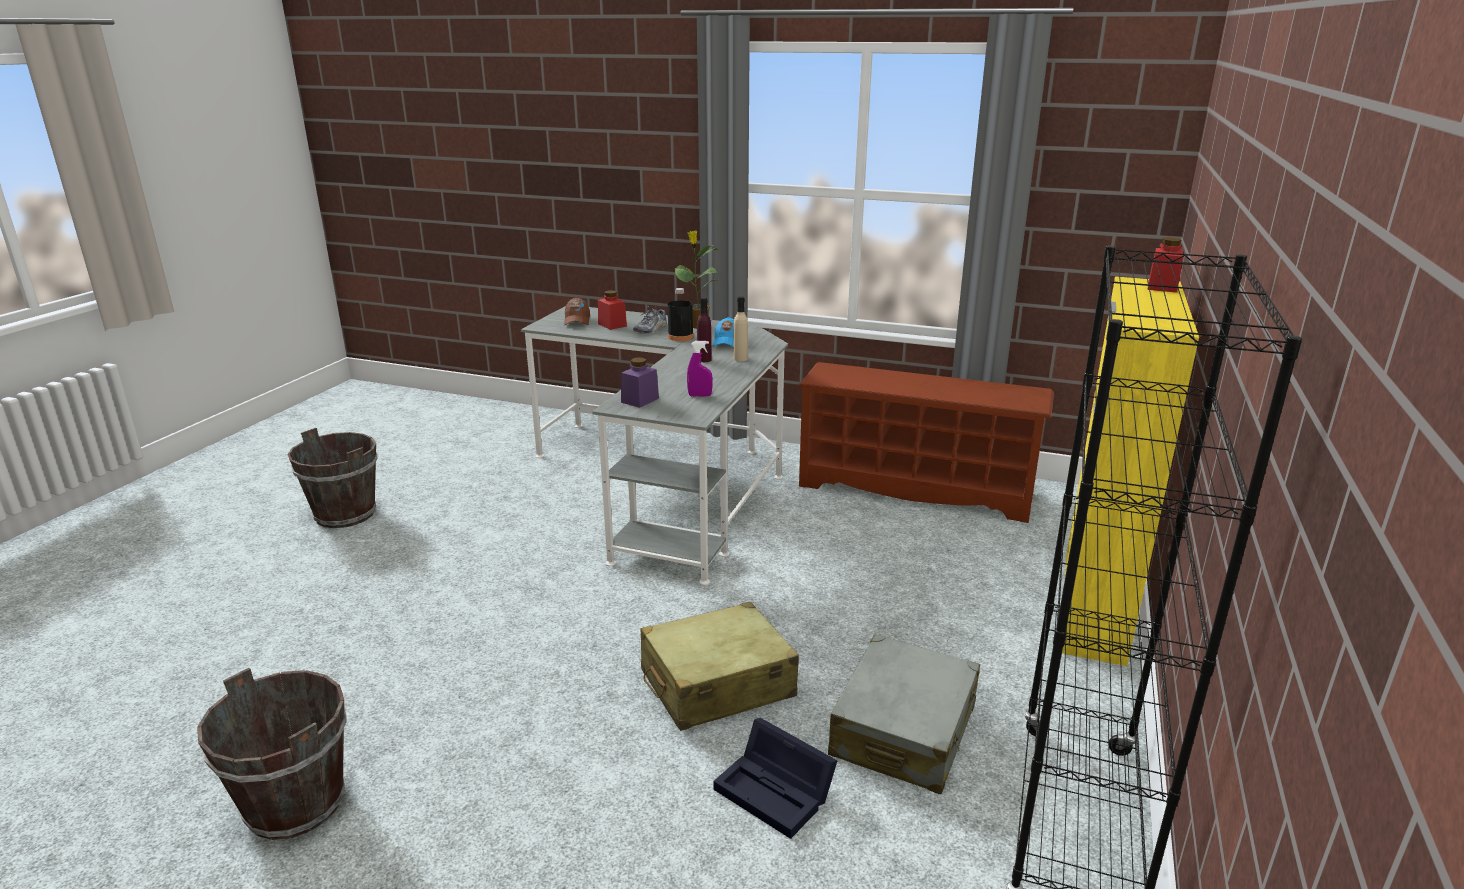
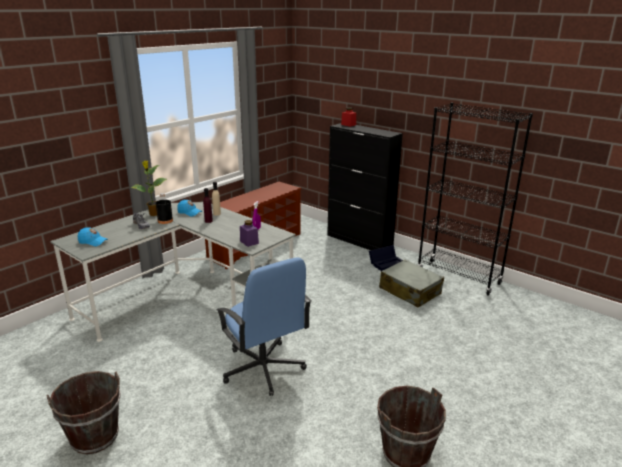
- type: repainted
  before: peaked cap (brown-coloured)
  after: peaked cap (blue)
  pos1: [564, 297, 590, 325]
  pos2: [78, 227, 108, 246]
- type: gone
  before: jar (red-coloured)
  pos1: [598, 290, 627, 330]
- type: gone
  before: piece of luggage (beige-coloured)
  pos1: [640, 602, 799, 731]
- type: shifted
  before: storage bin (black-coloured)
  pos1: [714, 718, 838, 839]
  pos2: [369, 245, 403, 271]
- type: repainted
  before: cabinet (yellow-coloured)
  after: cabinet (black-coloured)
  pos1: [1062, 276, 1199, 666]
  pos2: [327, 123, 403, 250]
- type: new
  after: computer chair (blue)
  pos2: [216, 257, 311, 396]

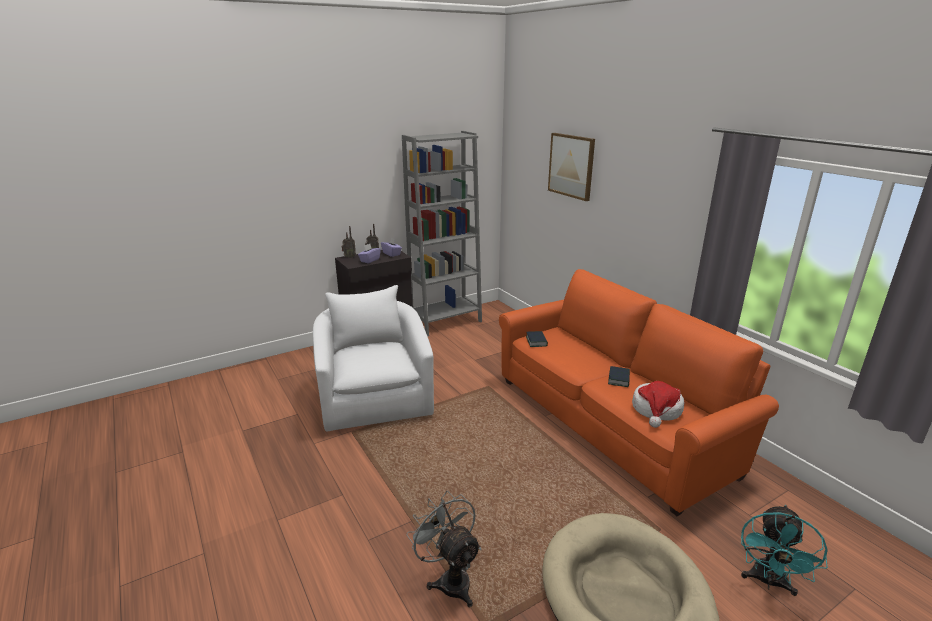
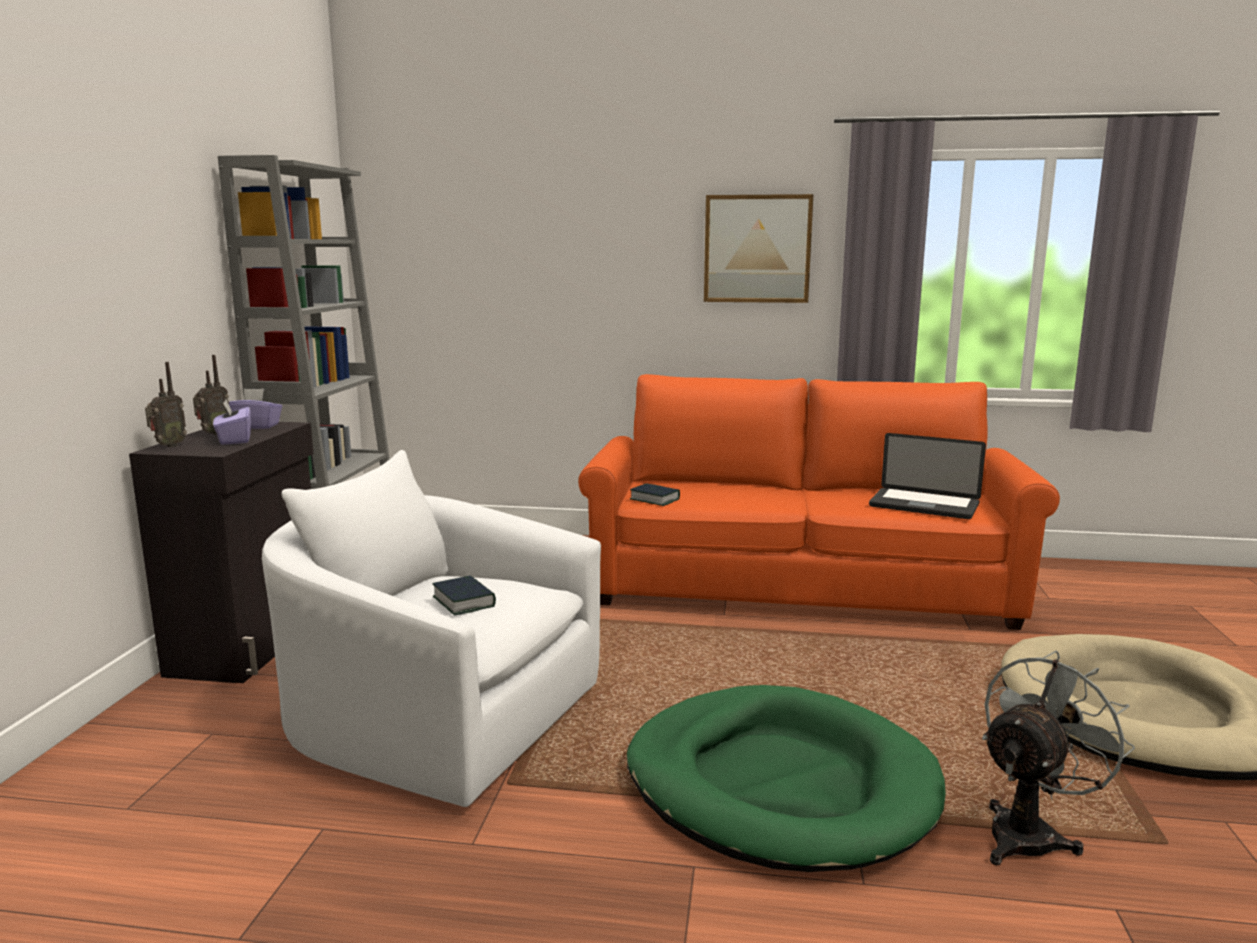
- type: rotated
  before: electric fan (greyish)
  pos1: [406, 491, 481, 608]
  pos2: [982, 651, 1135, 865]
  turn: 135
- type: shifted
  before: wall art
  pos1: [548, 133, 595, 201]
  pos2: [704, 194, 813, 303]
- type: shifted
  before: book
  pos1: [608, 366, 630, 387]
  pos2: [433, 575, 496, 616]
- type: swapped
  before: hat
  after: portable computer
  pos1: [632, 381, 684, 428]
  pos2: [869, 433, 986, 519]
- type: gone
  before: electric fan (turquoise-coloured)
  pos1: [741, 505, 828, 596]
- type: new
  after: pet bed (green)
  pos2: [627, 685, 946, 872]

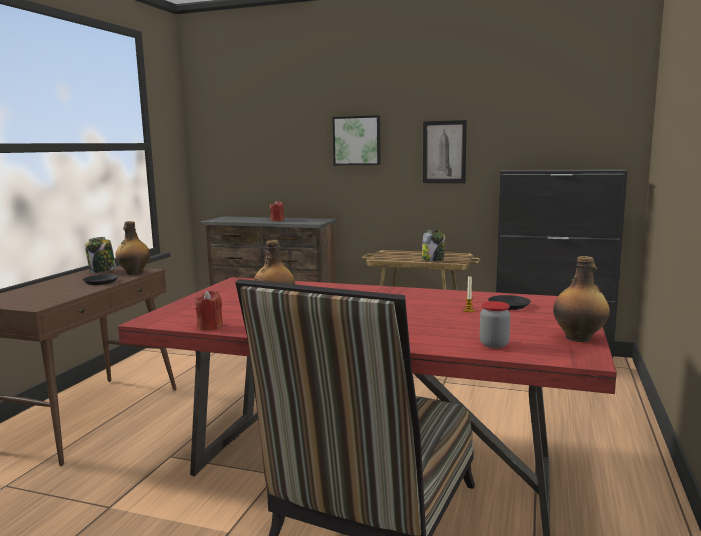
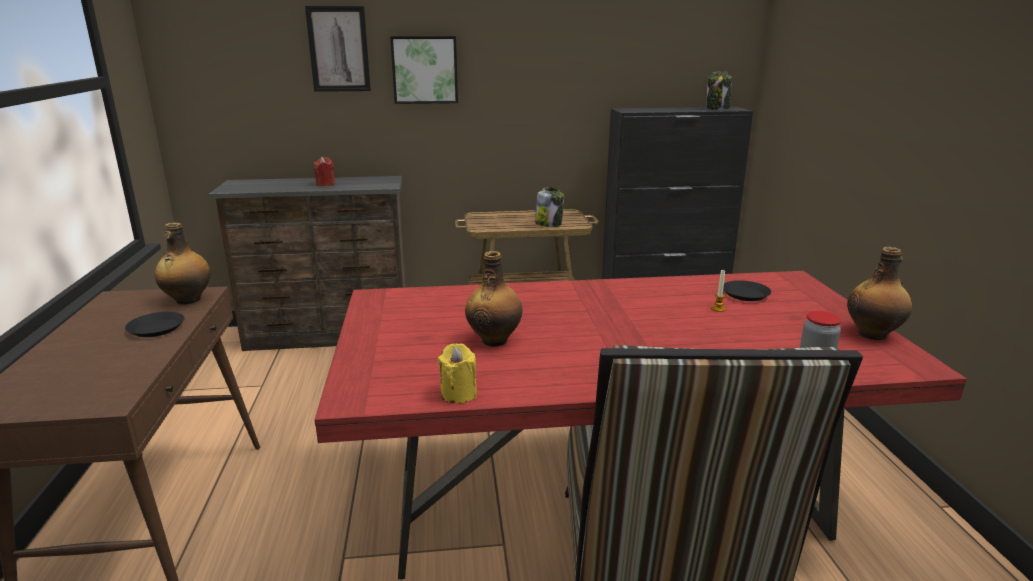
- type: shifted
  before: jar
  pos1: [85, 237, 116, 273]
  pos2: [706, 71, 732, 110]
- type: repainted
  before: candle (red-coloured)
  after: candle (yellow-coloured)
  pos1: [195, 290, 223, 330]
  pos2: [438, 343, 477, 404]
- type: shifted
  before: wall art
  pos1: [423, 120, 467, 183]
  pos2: [305, 6, 371, 92]

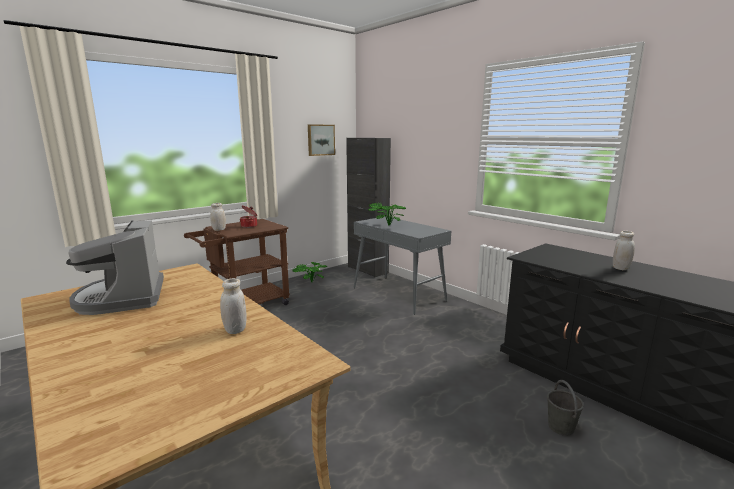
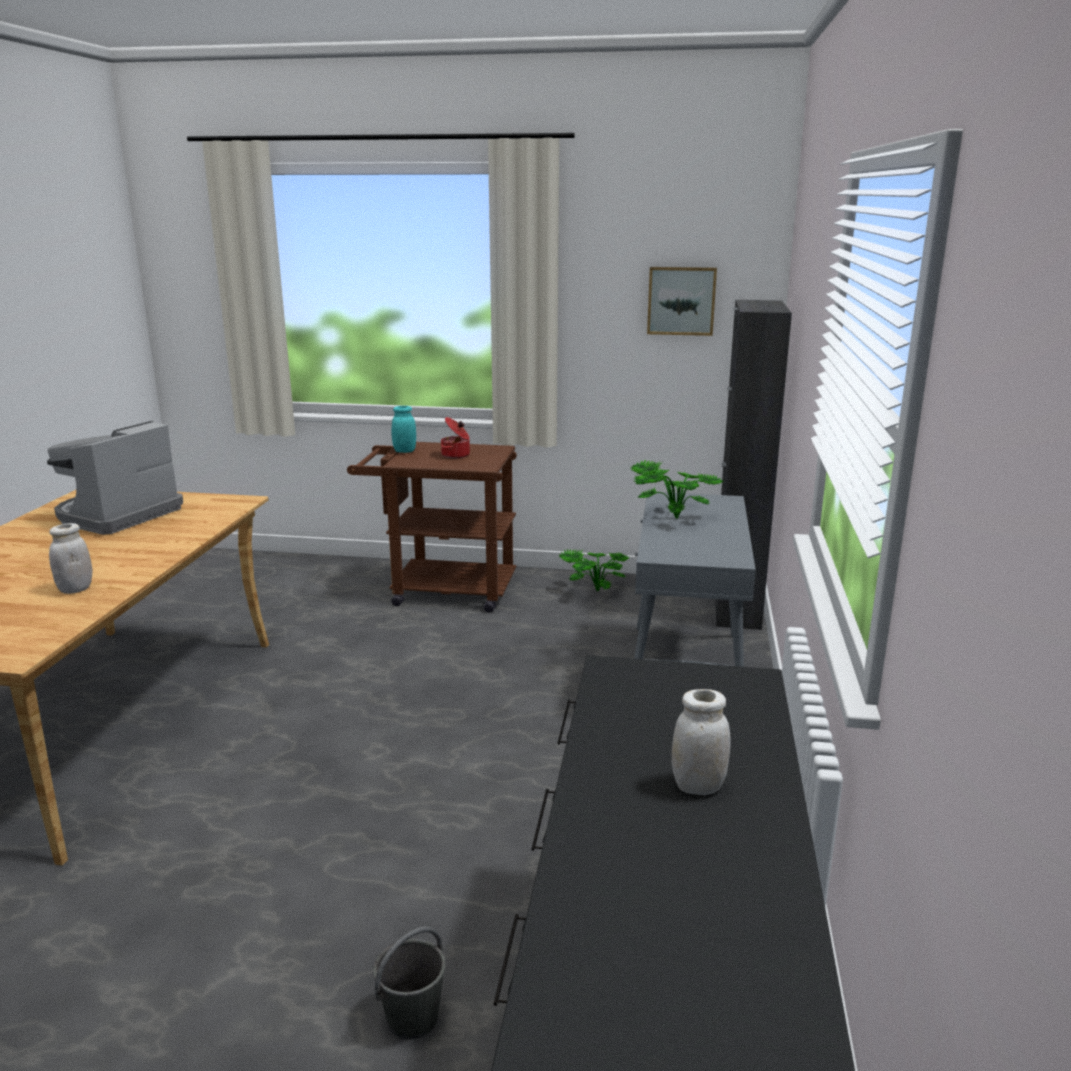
- type: repainted
  before: jar (white-coloured)
  after: jar (turquoise-coloured)
  pos1: [210, 203, 226, 231]
  pos2: [392, 406, 416, 453]

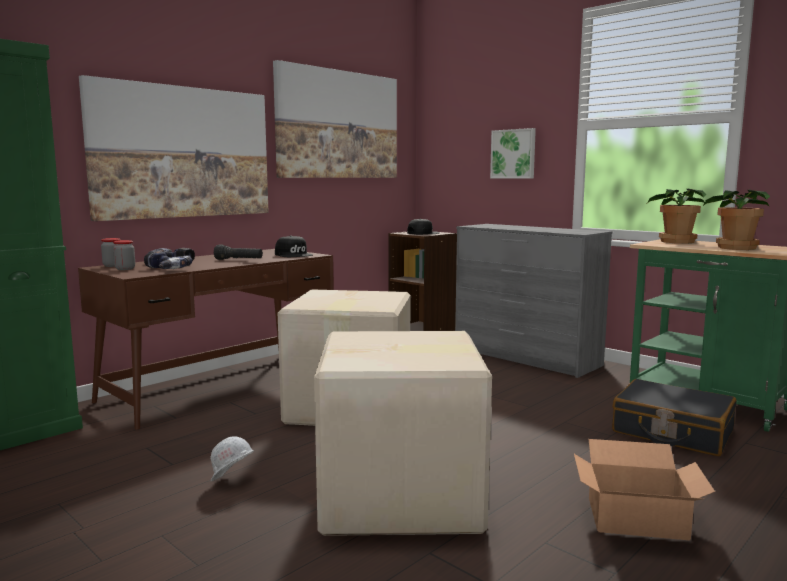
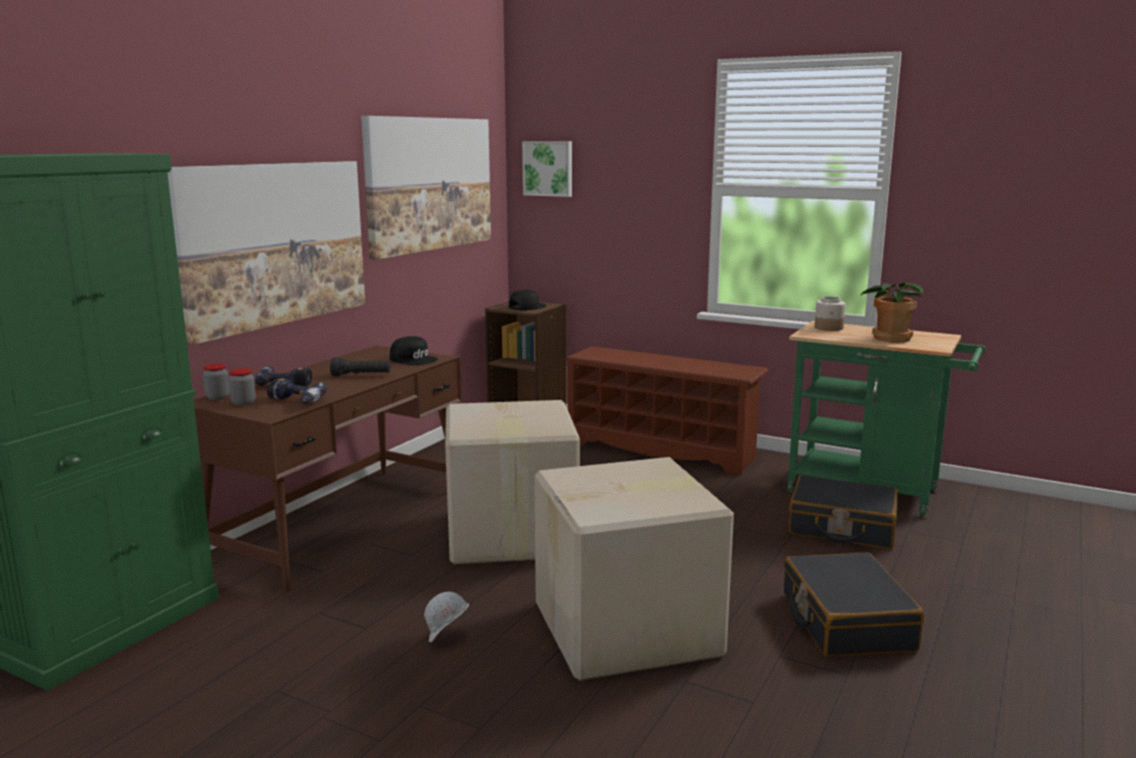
- type: swapped
  before: drawer chest (greyish)
  after: shoe rack (brown-coloured)
  pos1: [455, 224, 612, 378]
  pos2: [564, 346, 769, 476]
- type: shifted
  before: wall art
  pos1: [490, 128, 536, 178]
  pos2: [522, 141, 572, 197]
- type: swapped
  before: packing box
  after: piece of luggage (black-coloured)
  pos1: [574, 439, 715, 540]
  pos2: [784, 553, 924, 657]
- type: swapped
  before: houseplant
  after: jar
  pos1: [647, 188, 706, 244]
  pos2: [815, 296, 845, 331]

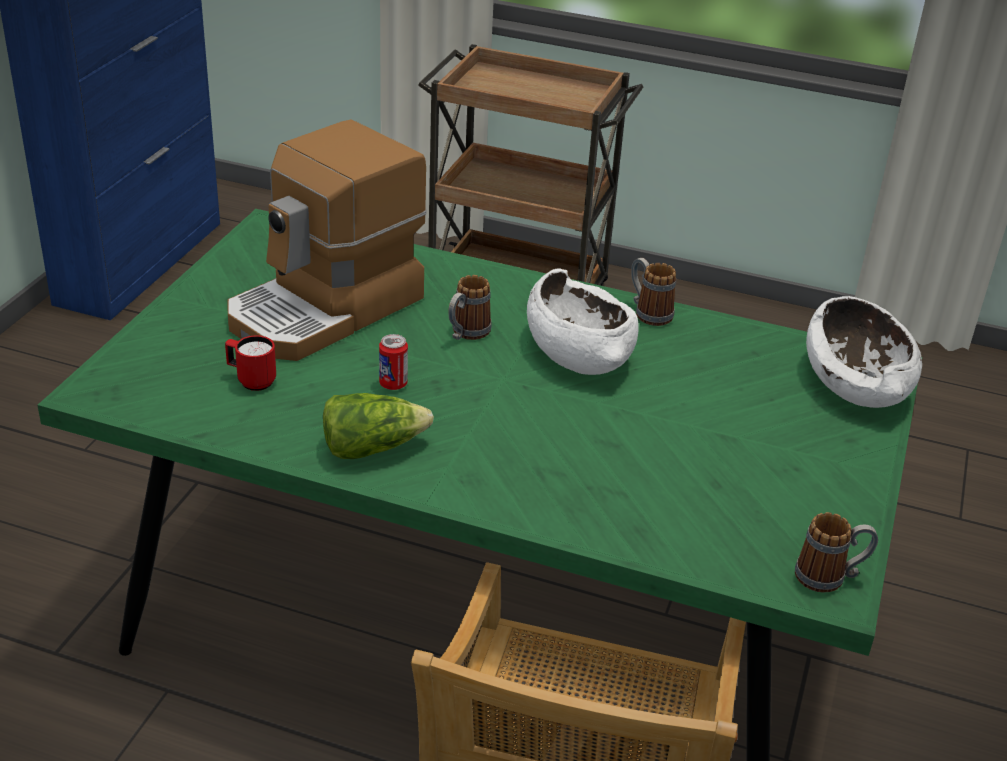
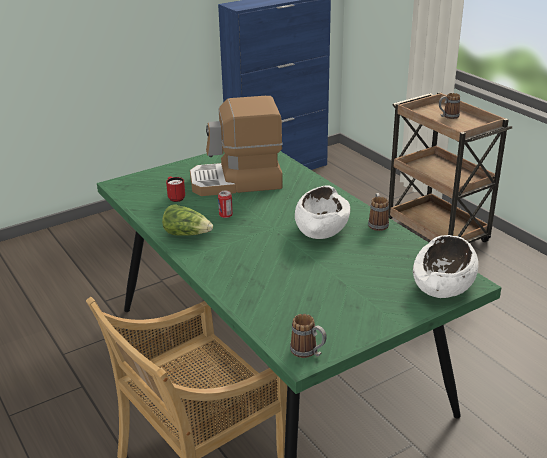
- type: shifted
  before: coffee mug
  pos1: [448, 275, 492, 340]
  pos2: [439, 93, 460, 119]

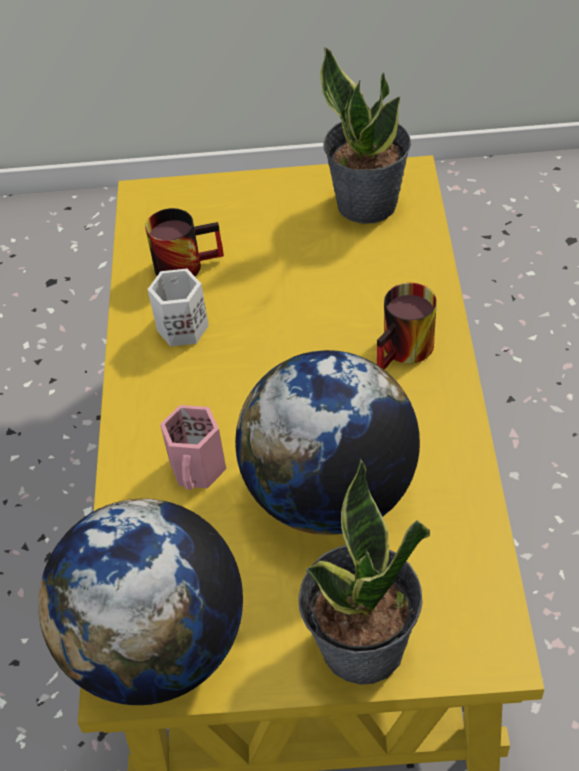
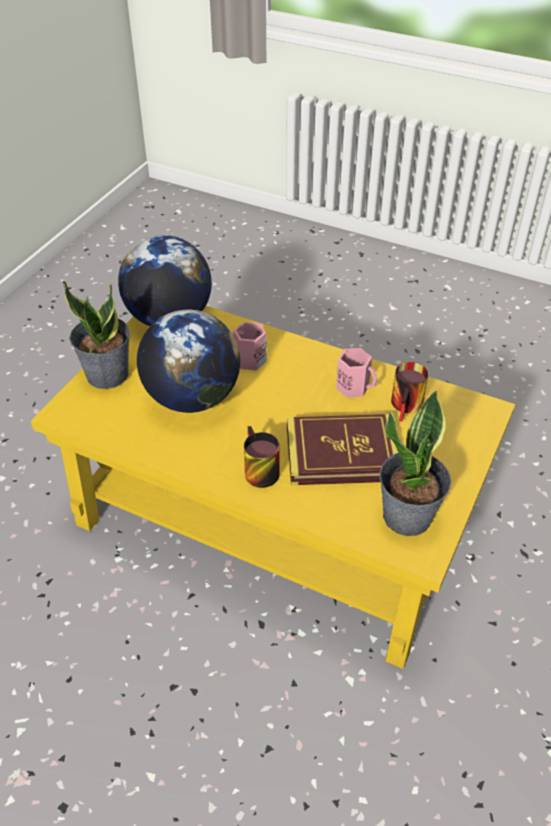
- type: repainted
  before: coffee mug (white-coloured)
  after: coffee mug (pink)
  pos1: [148, 269, 209, 346]
  pos2: [336, 348, 378, 398]
- type: new
  after: book
  pos2: [287, 414, 398, 485]

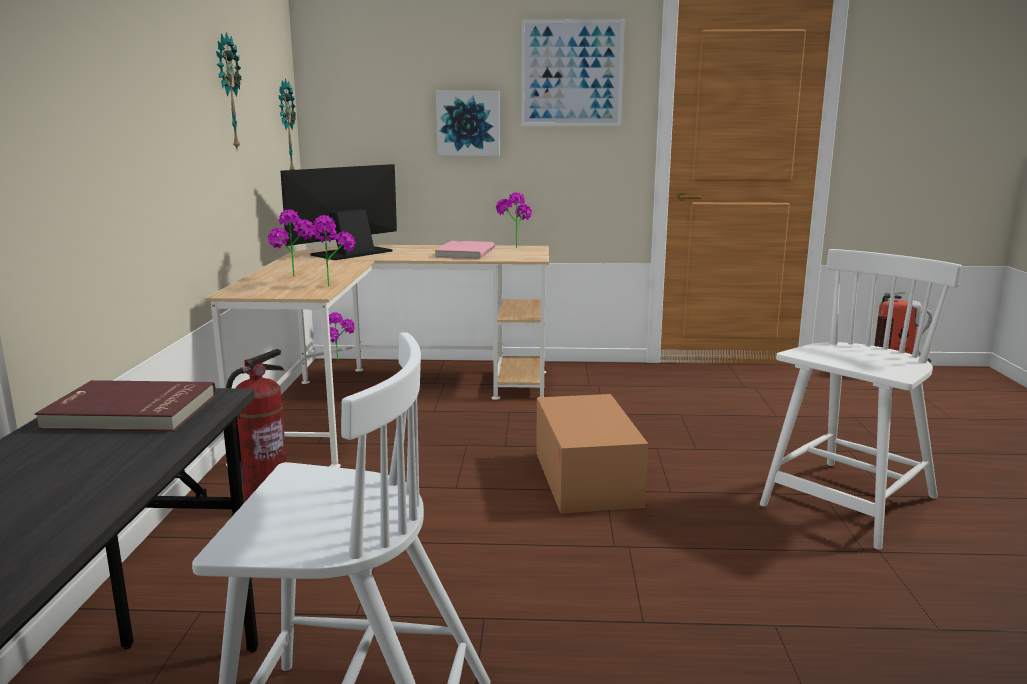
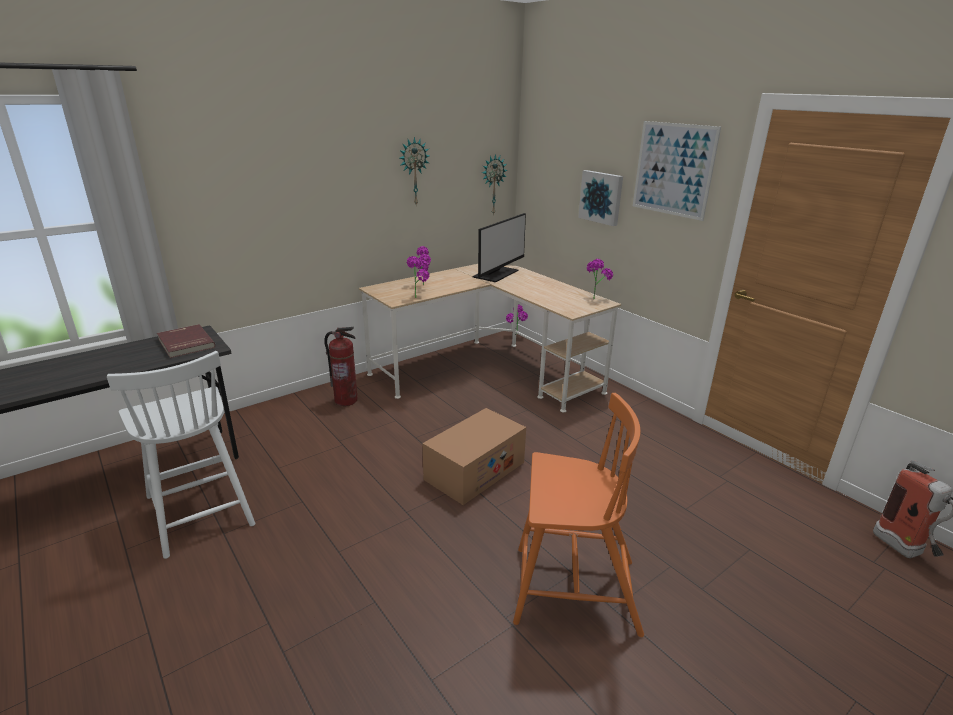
- type: rotated
  before: computer screen
  pos1: [280, 164, 397, 260]
  pos2: [473, 213, 526, 282]
  turn: 120
- type: gone
  before: book (pink)
  pos1: [435, 241, 495, 259]
- type: repainted
  before: chair (white-coloured)
  after: chair (orange-coloured)
  pos1: [760, 249, 962, 550]
  pos2: [513, 393, 644, 637]

